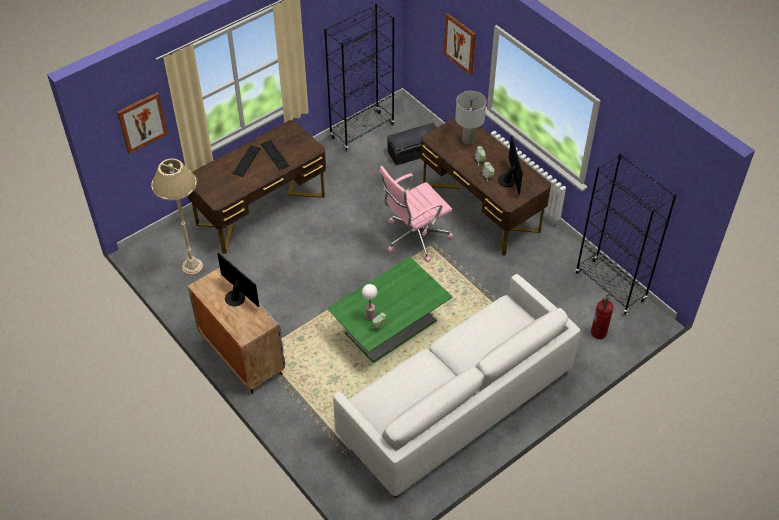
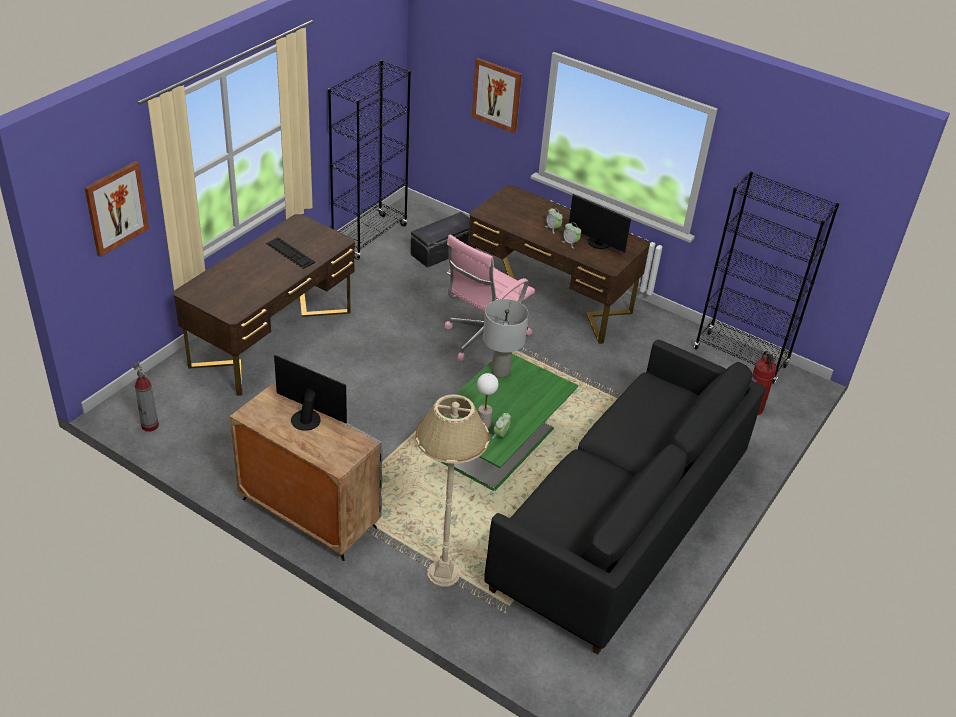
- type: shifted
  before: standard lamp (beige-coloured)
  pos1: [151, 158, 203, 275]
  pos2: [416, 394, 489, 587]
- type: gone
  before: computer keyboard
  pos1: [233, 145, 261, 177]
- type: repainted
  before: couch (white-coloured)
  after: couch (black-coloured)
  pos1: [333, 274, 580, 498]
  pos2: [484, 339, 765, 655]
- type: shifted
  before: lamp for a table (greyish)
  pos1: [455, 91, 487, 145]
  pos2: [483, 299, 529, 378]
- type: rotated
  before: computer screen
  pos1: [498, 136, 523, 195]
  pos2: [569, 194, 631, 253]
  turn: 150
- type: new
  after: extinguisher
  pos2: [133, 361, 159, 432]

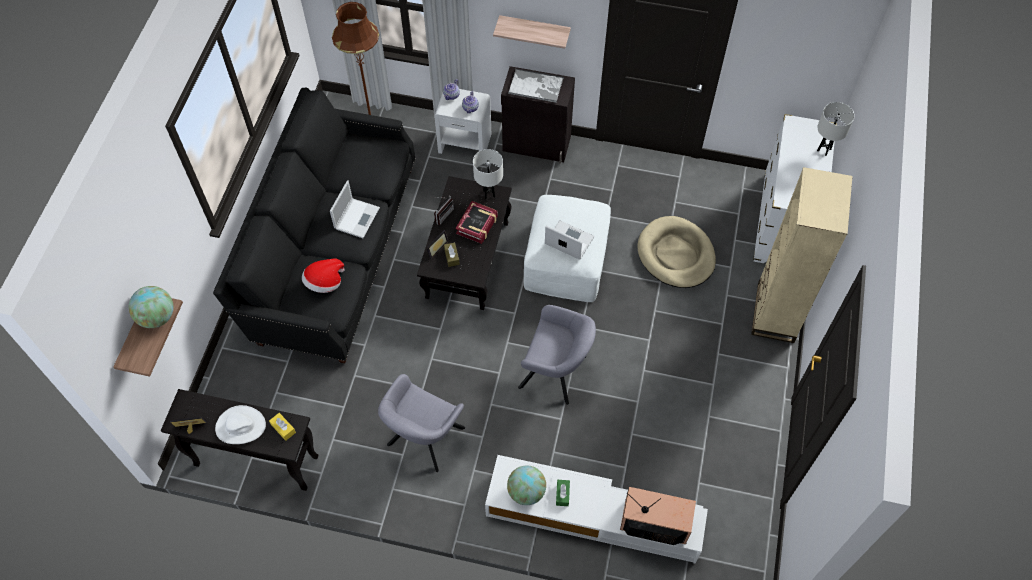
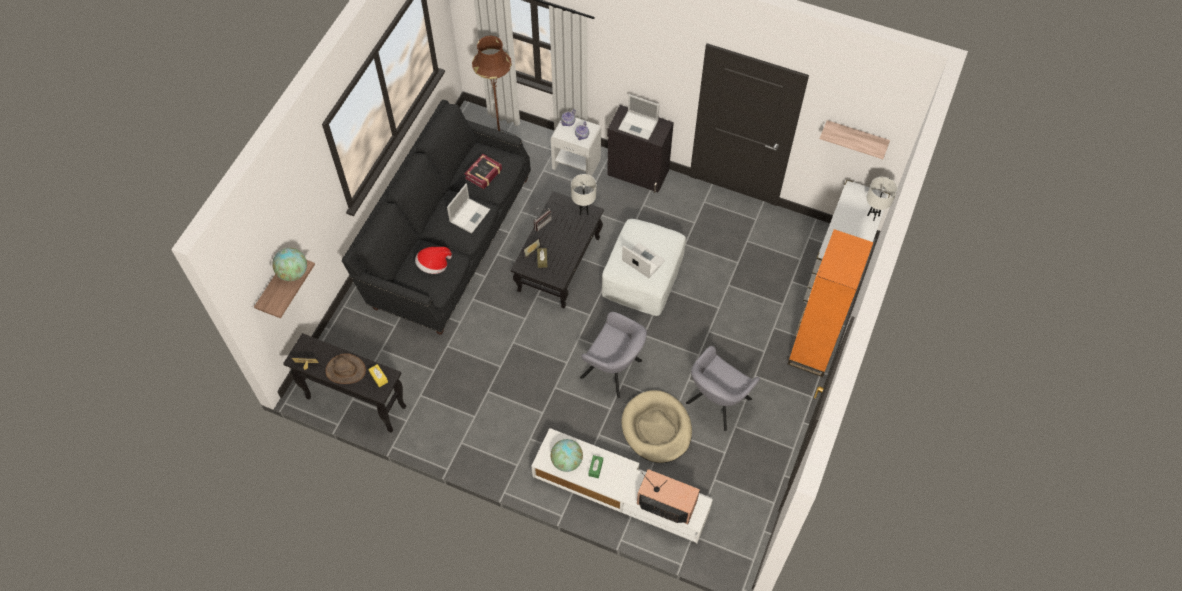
- type: repainted
  before: hat (white-coloured)
  after: hat (brown-coloured)
  pos1: [215, 405, 266, 444]
  pos2: [325, 353, 366, 384]
- type: shifted
  before: armchair (greyish)
  pos1: [378, 374, 465, 472]
  pos2: [686, 346, 760, 431]
- type: shifted
  before: book
  pos1: [455, 201, 498, 244]
  pos2: [464, 154, 502, 189]
- type: shifted
  before: bracket shelf
  pos1: [493, 15, 571, 49]
  pos2: [820, 120, 890, 159]
- type: swapped
  before: tray
  after: portable computer
  pos1: [508, 69, 564, 103]
  pos2: [618, 94, 660, 140]
- type: shifted
  before: pet bed (beige-coloured)
  pos1: [637, 216, 716, 288]
  pos2: [621, 390, 692, 463]
- type: repainted
  before: bookcase (beige-coloured)
  after: bookcase (orange-coloured)
  pos1: [751, 167, 853, 343]
  pos2: [788, 229, 874, 377]

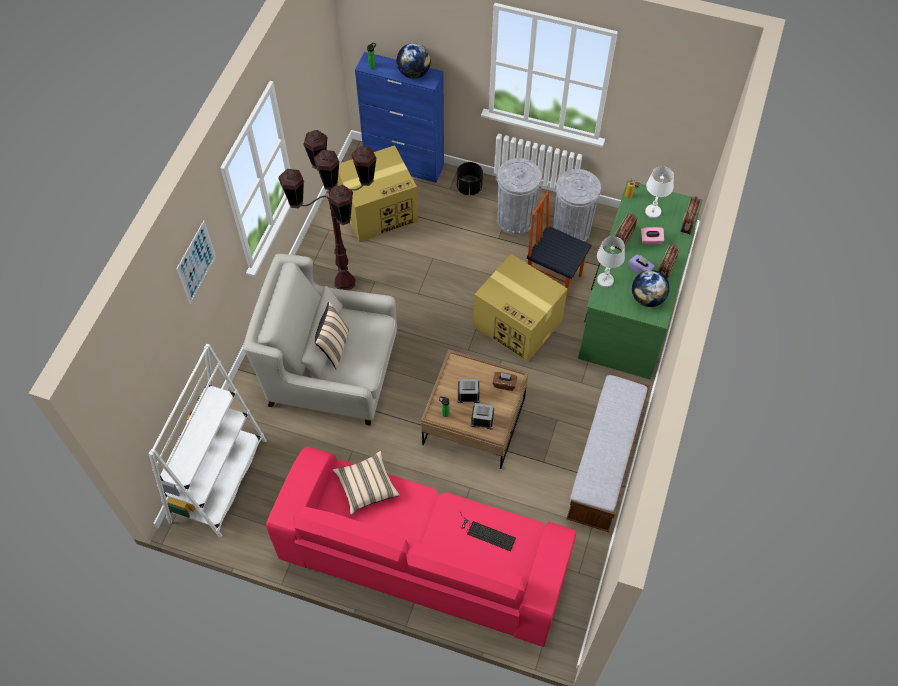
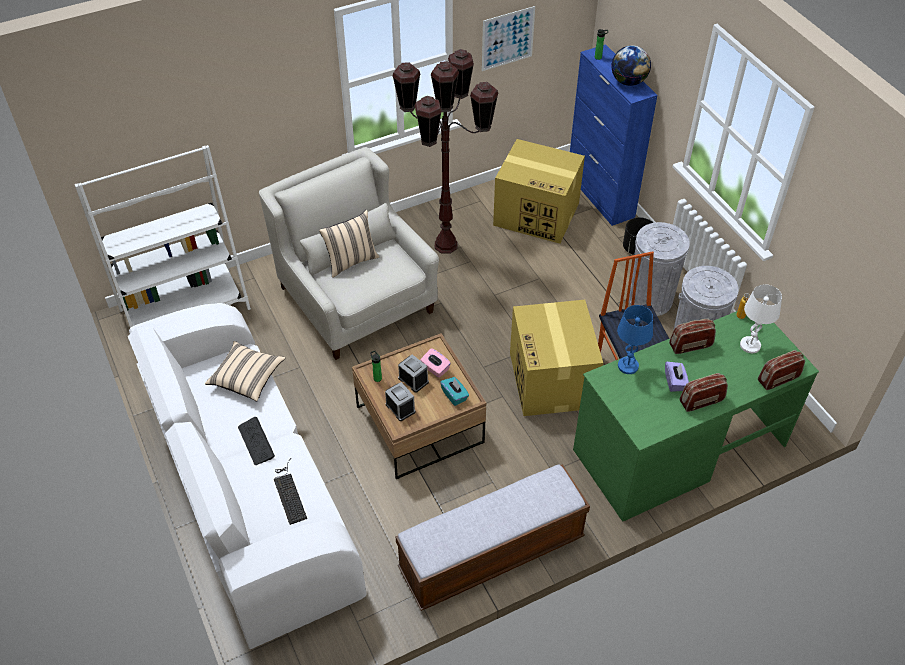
- type: shifted
  before: wall art
  pos1: [176, 220, 216, 304]
  pos2: [482, 6, 535, 71]
- type: repainted
  before: couch (pink)
  after: couch (white-coloured)
  pos1: [266, 446, 576, 647]
  pos2: [128, 303, 366, 649]
- type: repainted
  before: tissue holder (brown-coloured)
  after: tissue holder (turquoise-coloured)
  pos1: [492, 372, 518, 391]
  pos2: [440, 377, 469, 406]
- type: repainted
  before: lamp for a table (white-coloured)
  after: lamp for a table (blue)
  pos1: [597, 236, 625, 287]
  pos2: [617, 305, 653, 374]
- type: gone
  before: globe
  pos1: [632, 270, 670, 307]
- type: shifted
  before: tissue holder (pink)
  pos1: [641, 227, 664, 245]
  pos2: [420, 348, 451, 378]
- type: new
  after: computer keyboard
  pos2: [238, 417, 275, 465]

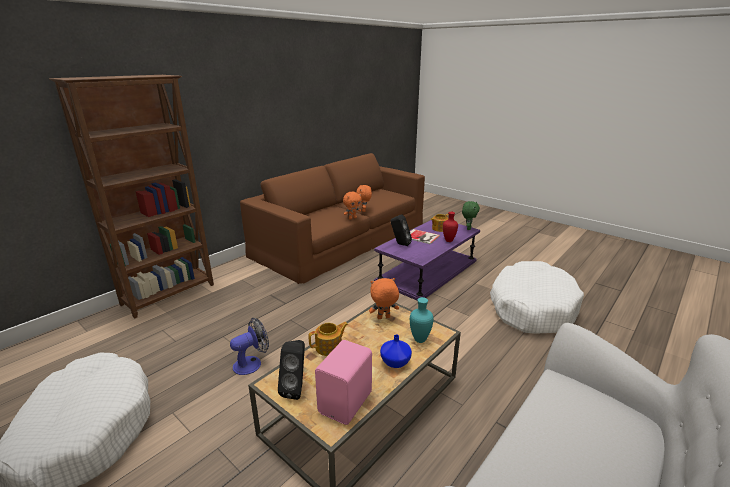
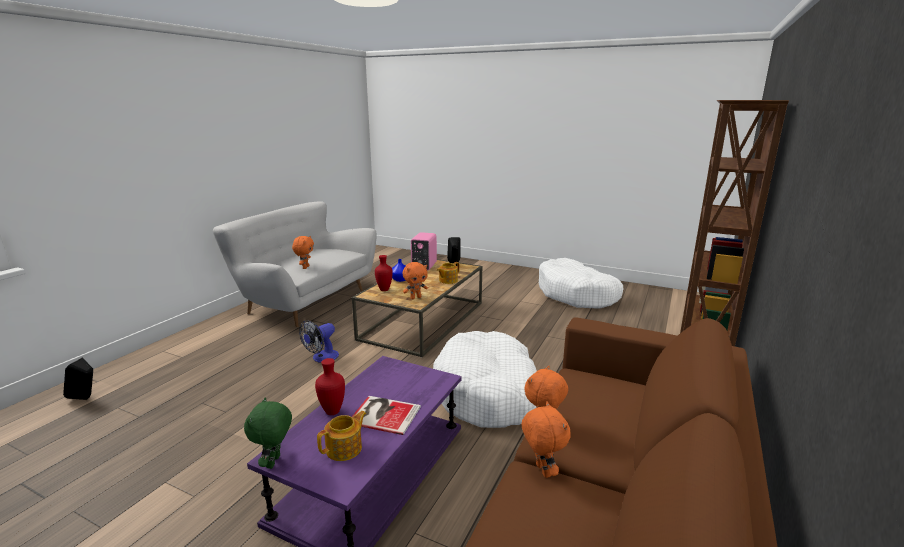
- type: shifted
  before: electric fan
  pos1: [230, 318, 269, 375]
  pos2: [299, 320, 339, 363]
- type: shifted
  before: speaker (black-coloured)
  pos1: [391, 214, 412, 246]
  pos2: [63, 358, 93, 400]
- type: repainted
  before: vase (turquoise-coloured)
  after: vase (red-coloured)
  pos1: [410, 297, 433, 343]
  pos2: [375, 255, 393, 291]
- type: shifted
  before: pet bed (white-coloured)
  pos1: [490, 261, 584, 334]
  pos2: [433, 331, 537, 428]
- type: new
  after: plush toy (orange-coloured)
  pos2: [292, 236, 314, 269]

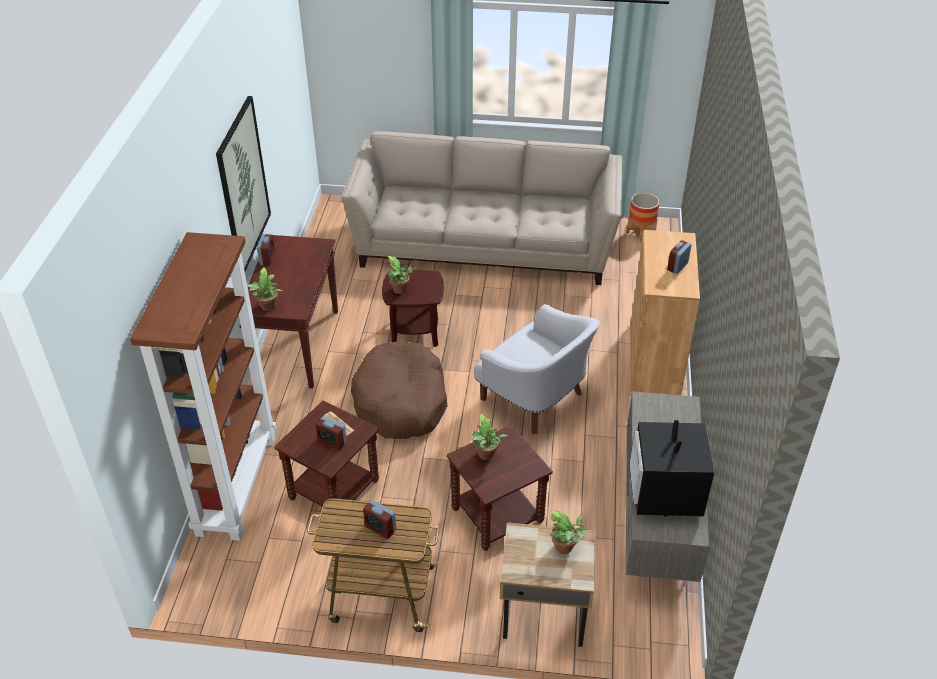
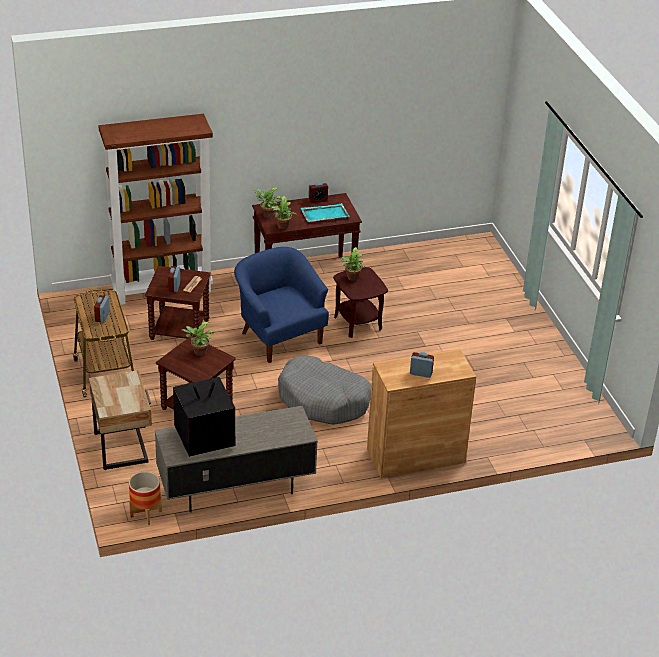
- type: gone
  before: wall art
  pos1: [216, 96, 271, 271]
- type: gone
  before: couch (beige-coloured)
  pos1: [342, 131, 622, 285]
- type: swapped
  before: pet bed (brown-coloured)
  after: armchair (blue)
  pos1: [351, 341, 447, 439]
  pos2: [234, 247, 329, 363]
- type: swapped
  before: armchair (white-coloured)
  after: pet bed (greyish)
  pos1: [475, 304, 600, 434]
  pos2: [278, 356, 371, 425]
- type: shifted
  before: houseplant
  pos1: [550, 511, 587, 554]
  pos2: [270, 196, 296, 229]
- type: shifted
  before: flower pot
  pos1: [627, 193, 659, 242]
  pos2: [129, 472, 162, 525]
- type: new
  after: tray (turquoise-coloured)
  pos2: [301, 203, 350, 222]

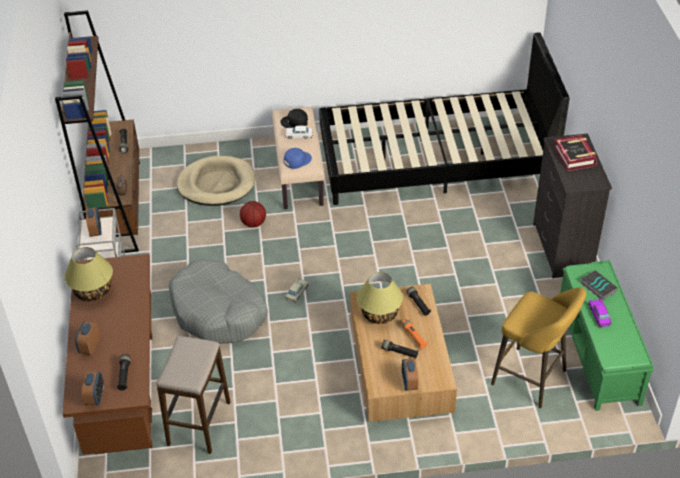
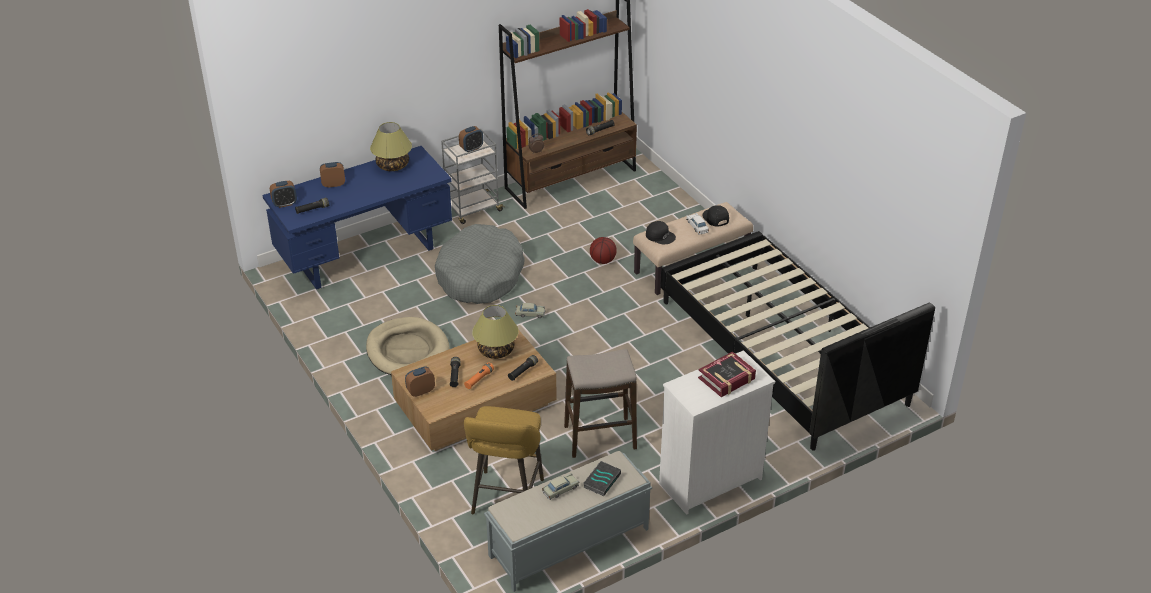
- type: repainted
  before: desk table (brown-coloured)
  after: desk table (blue)
  pos1: [62, 254, 152, 455]
  pos2: [263, 146, 452, 290]
- type: shifted
  before: stool seat
  pos1: [157, 336, 231, 454]
  pos2: [564, 349, 637, 458]
- type: shifted
  before: pet bed (beige-coloured)
  pos1: [177, 156, 256, 206]
  pos2: [366, 317, 450, 375]
- type: repainted
  before: peaked cap (blue)
  after: peaked cap (black-coloured)
  pos1: [284, 148, 312, 169]
  pos2: [646, 221, 676, 244]
- type: repainted
  before: drawer chest (black-coloured)
  after: drawer chest (white-coloured)
  pos1: [533, 133, 612, 278]
  pos2: [659, 350, 775, 515]
- type: repainted
  before: long seat (green)
  after: long seat (greyish)
  pos1: [560, 260, 654, 411]
  pos2: [484, 451, 652, 592]
- type: repainted
  before: model car (purplish)
  after: model car (beige-coloured)
  pos1: [588, 299, 612, 327]
  pos2: [542, 473, 580, 500]

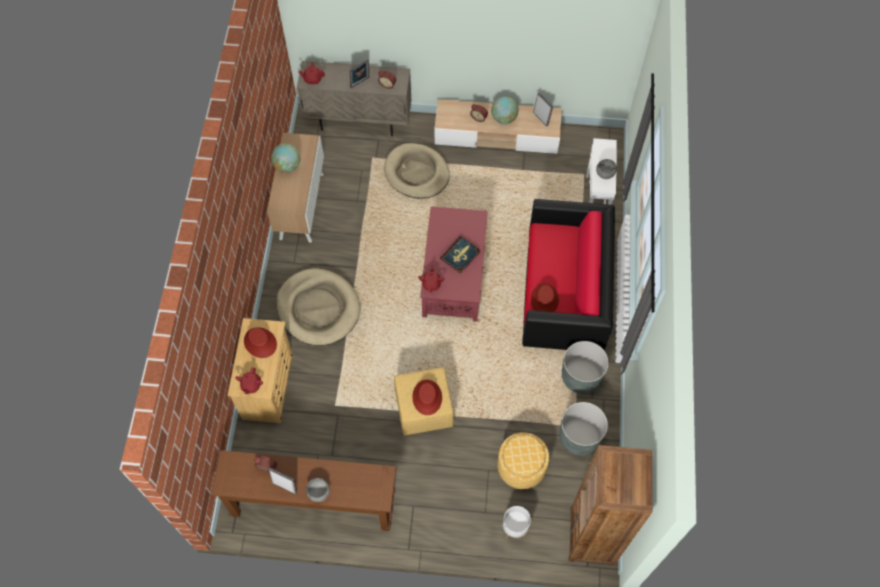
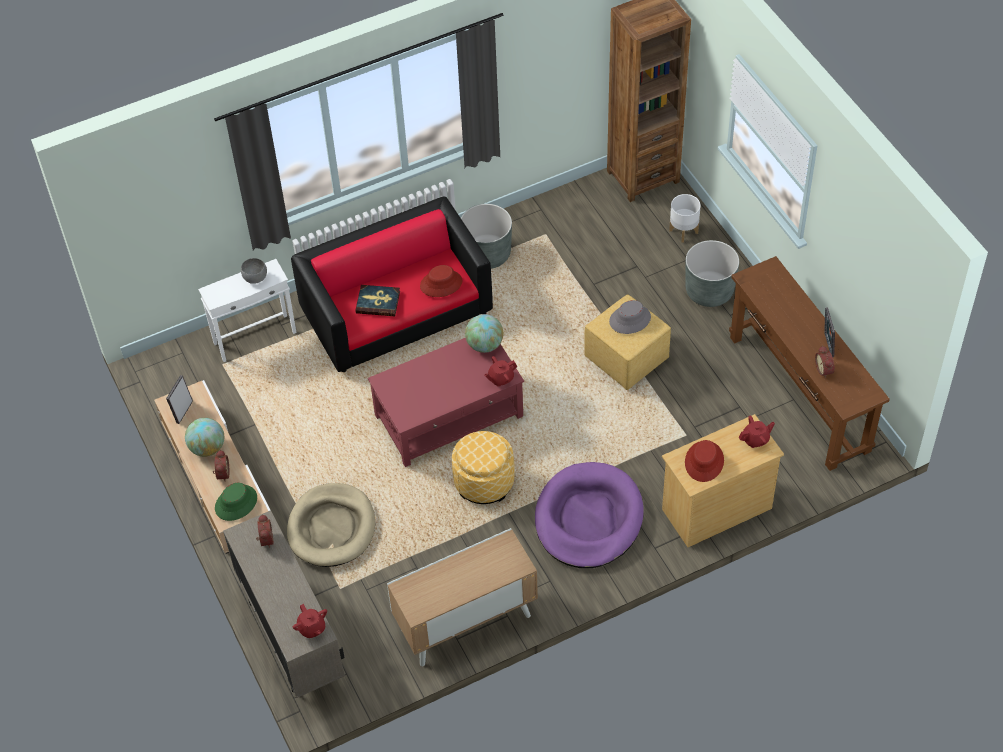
- type: shifted
  before: globe
  pos1: [271, 144, 301, 173]
  pos2: [465, 314, 503, 353]
- type: repainted
  before: pet bed (beige-coloured)
  after: pet bed (purplish)
  pos1: [276, 268, 361, 346]
  pos2: [535, 462, 644, 568]
- type: gone
  before: deep dish (greyish)
  pos1: [306, 478, 330, 502]
- type: gone
  before: photo frame
  pos1: [349, 59, 369, 88]
- type: repainted
  before: hat (red-coloured)
  after: hat (greyish)
  pos1: [412, 380, 442, 415]
  pos2: [609, 300, 651, 334]
- type: shifted
  before: book
  pos1: [440, 236, 480, 274]
  pos2: [355, 285, 400, 316]
- type: shifted
  before: pouffe
  pos1: [497, 432, 549, 490]
  pos2: [452, 431, 515, 504]
- type: shifted
  before: flower pot (greyish)
  pos1: [560, 402, 608, 456]
  pos2: [685, 240, 739, 307]
- type: new
  after: hat (green)
  pos2: [215, 483, 257, 521]

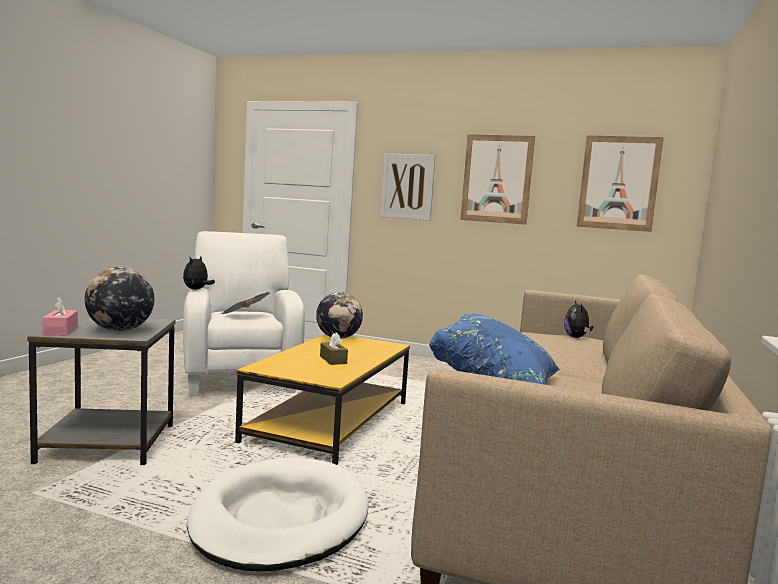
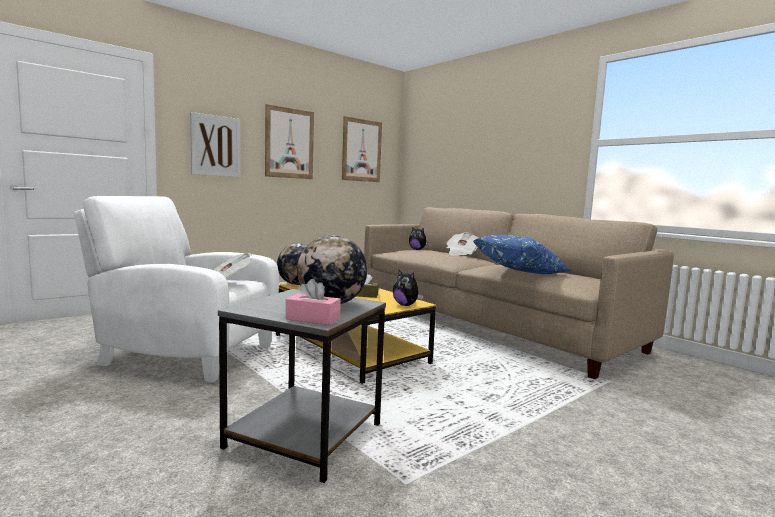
- type: shifted
  before: plush toy
  pos1: [183, 256, 215, 290]
  pos2: [393, 270, 423, 306]
- type: gone
  before: pet bed (white-coloured)
  pos1: [187, 458, 369, 571]
- type: new
  after: daily paper
  pos2: [446, 232, 478, 256]

